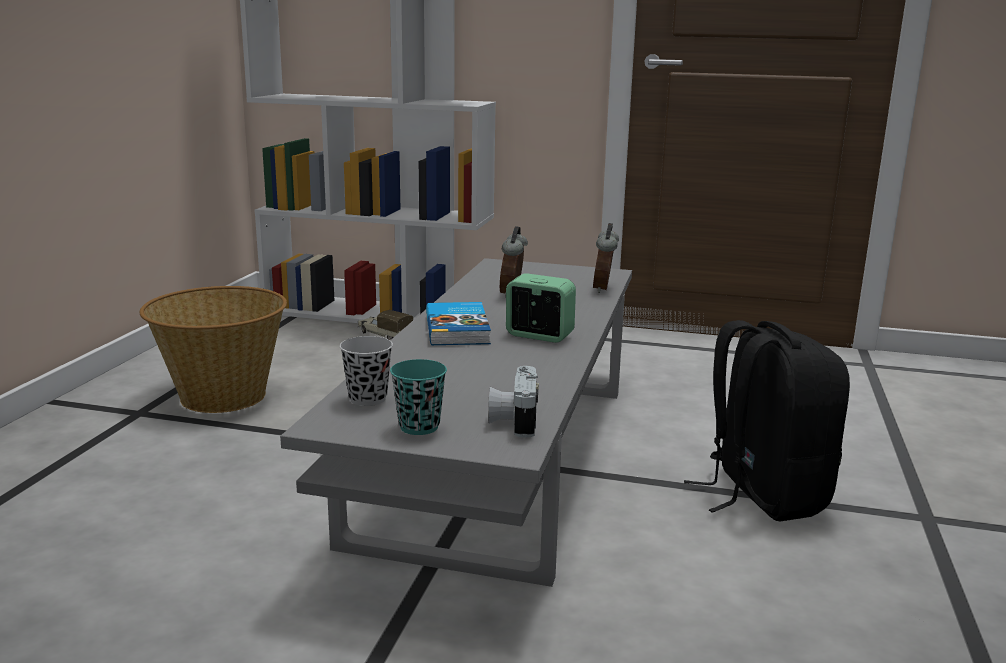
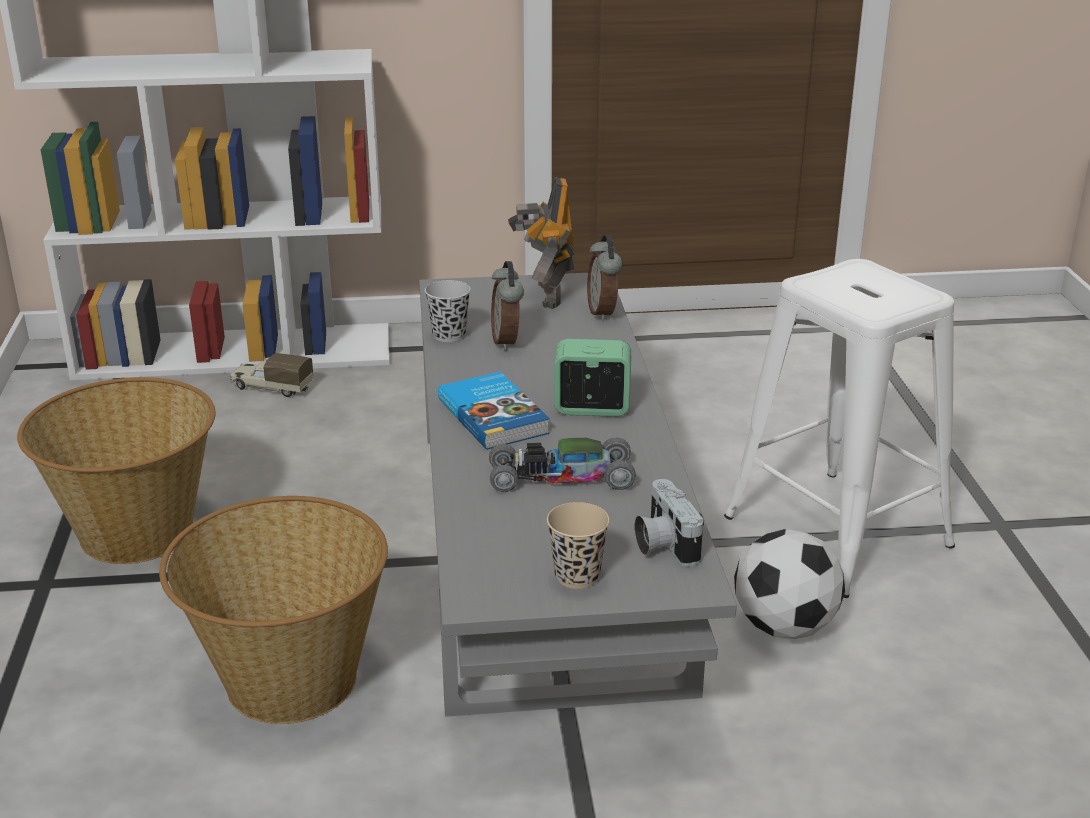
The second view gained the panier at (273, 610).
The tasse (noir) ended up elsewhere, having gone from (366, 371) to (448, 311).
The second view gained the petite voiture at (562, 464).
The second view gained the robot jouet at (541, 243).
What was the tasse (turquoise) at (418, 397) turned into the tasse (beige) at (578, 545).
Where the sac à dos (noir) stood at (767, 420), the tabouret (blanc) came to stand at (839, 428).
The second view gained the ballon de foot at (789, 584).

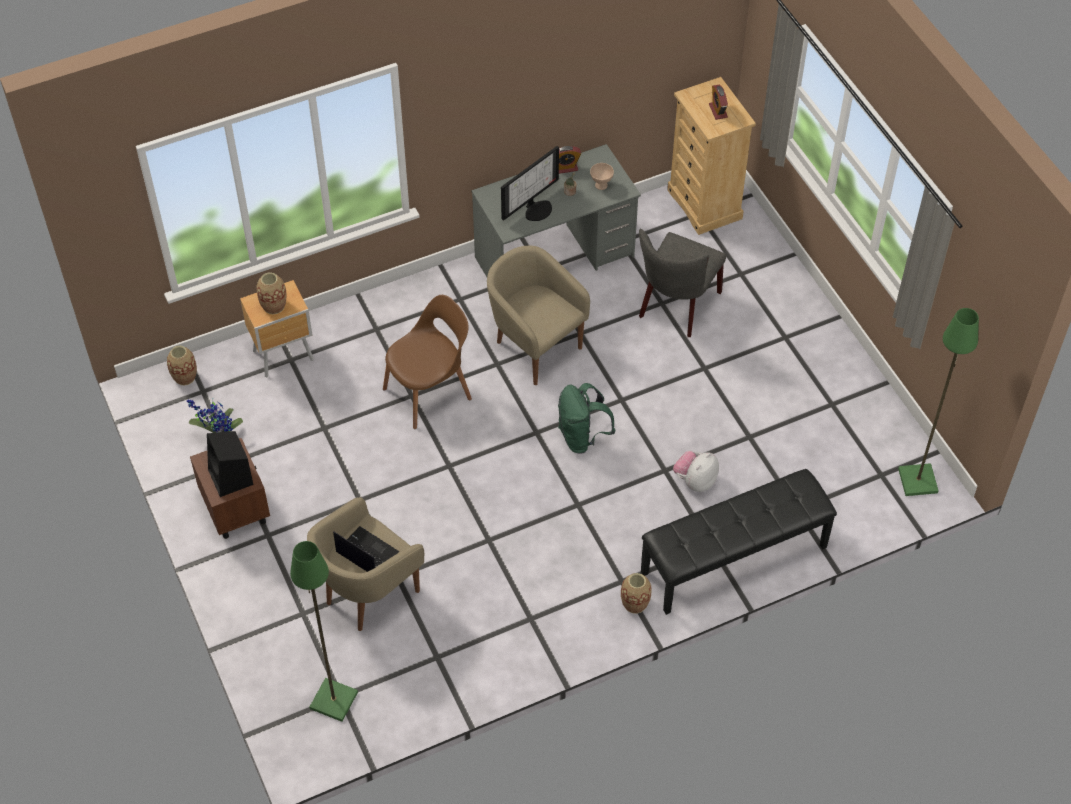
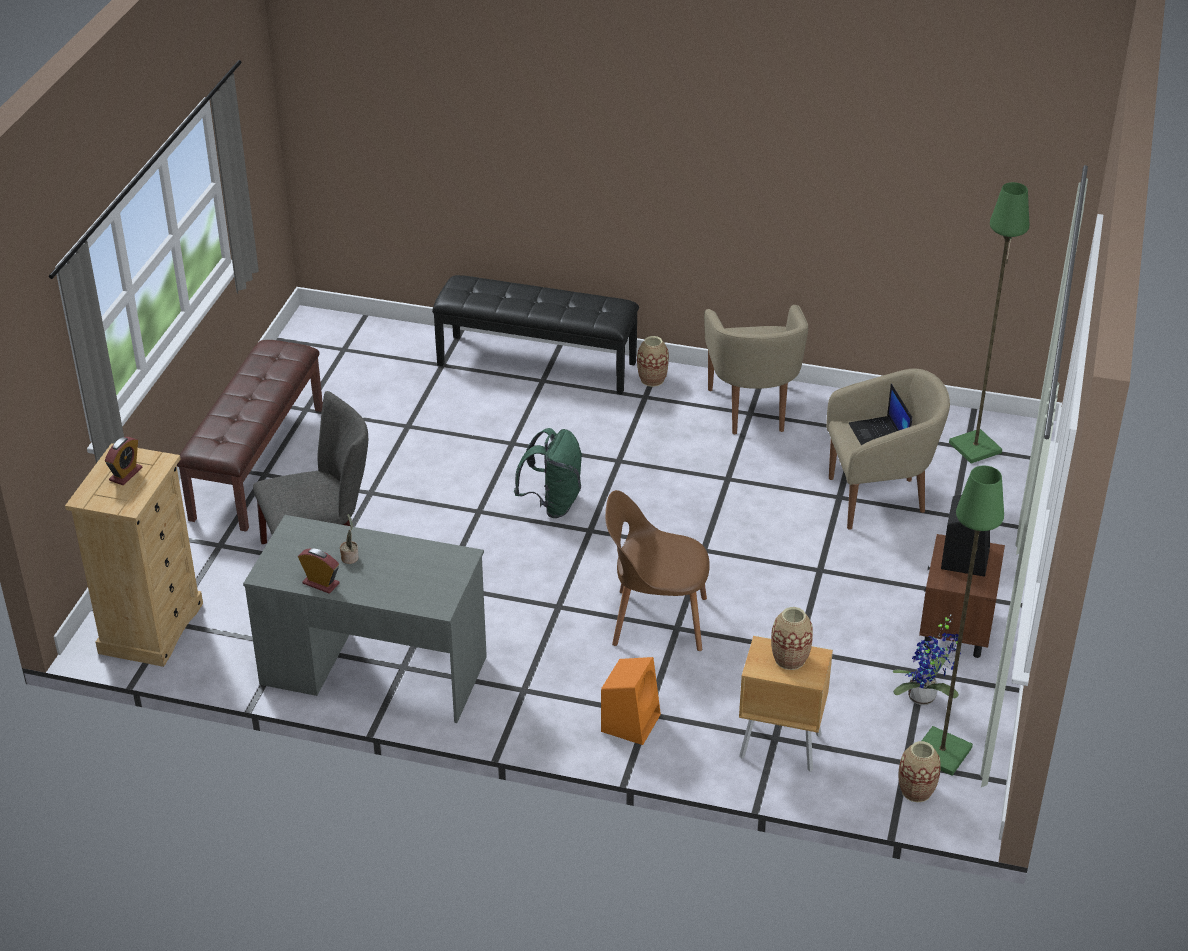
The second view gained the banc (marron) at (250, 436).
The second view gained the enceinte (orange) at (631, 701).
The fauteuil (beige) ended up elsewhere, having gone from (538, 315) to (756, 369).
The lampadaire (vert) ended up elsewhere, having gone from (938, 402) to (963, 621).
The second view lost the écran d'ordinateur at (530, 183).
The second view lost the bol (beige) at (602, 176).
The second view lost the peluche at (696, 471).

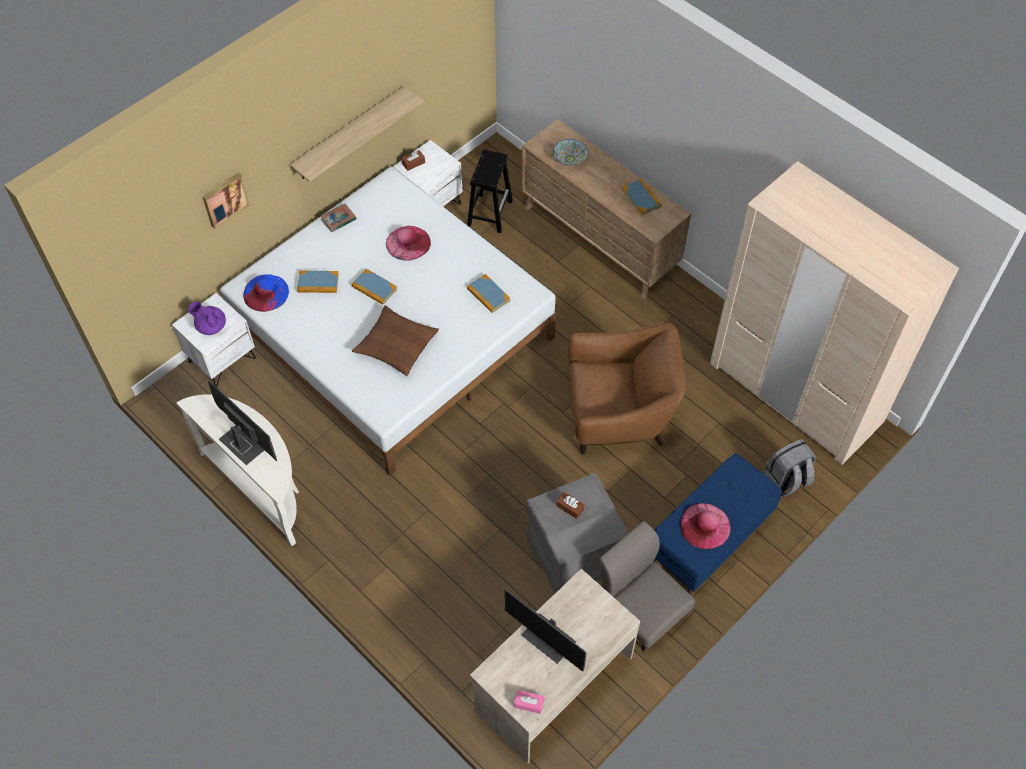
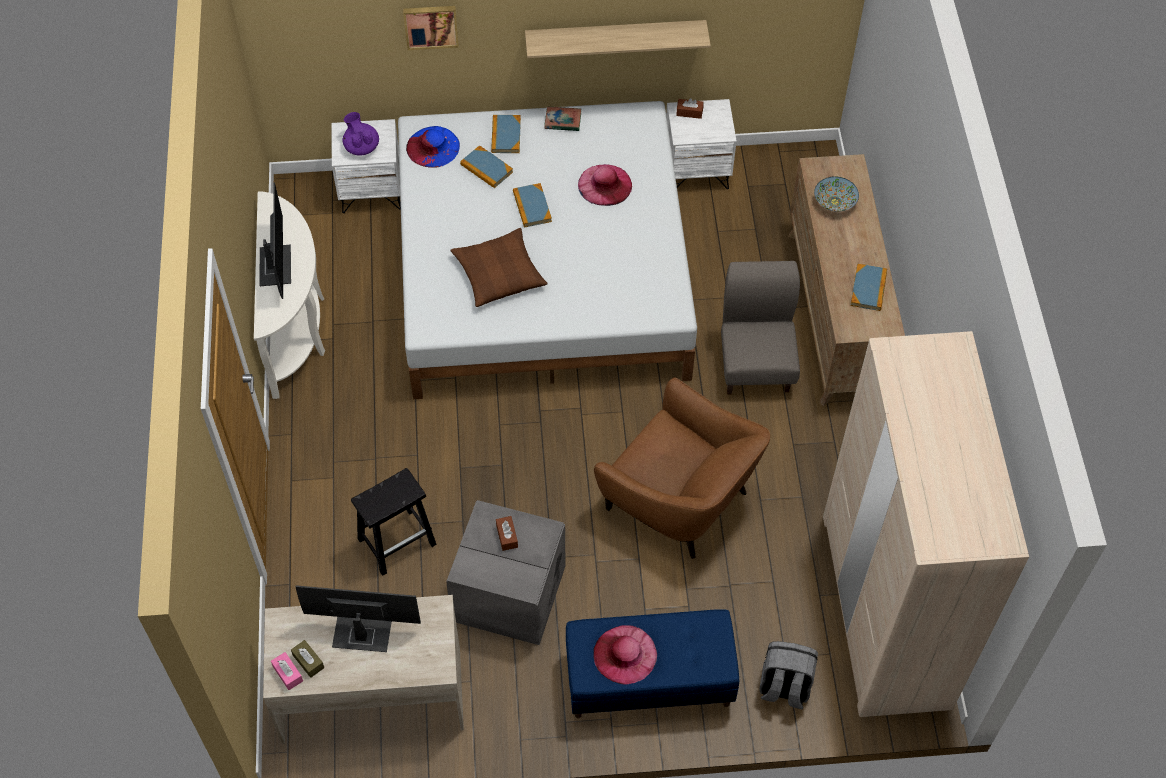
The second view gained the boîte à mouchoirs (marron) at (307, 659).
The écran d'ordinateur at (545, 630) ended up facing another way, 105 degrees clockwise from before.
The tabouret (noir) ended up elsewhere, having gone from (490, 191) to (394, 522).
The livre ended up elsewhere, having gone from (488, 293) to (506, 134).
The chaise (gris) ended up elsewhere, having gone from (647, 586) to (760, 328).

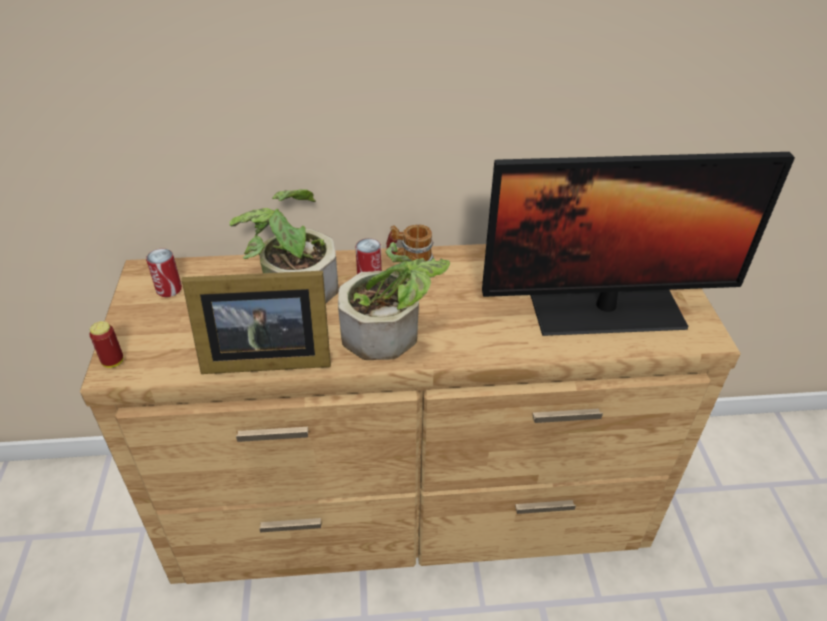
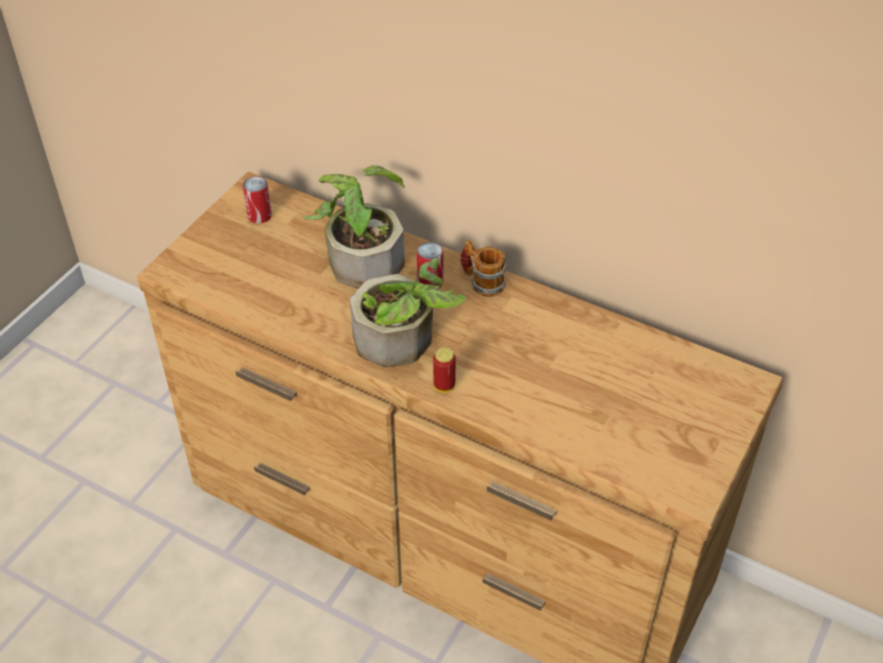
The boîte métallique ended up elsewhere, having gone from (107, 344) to (444, 370).
The second view lost the cadre photo at (256, 322).
The second view lost the écran d'ordinateur at (638, 244).

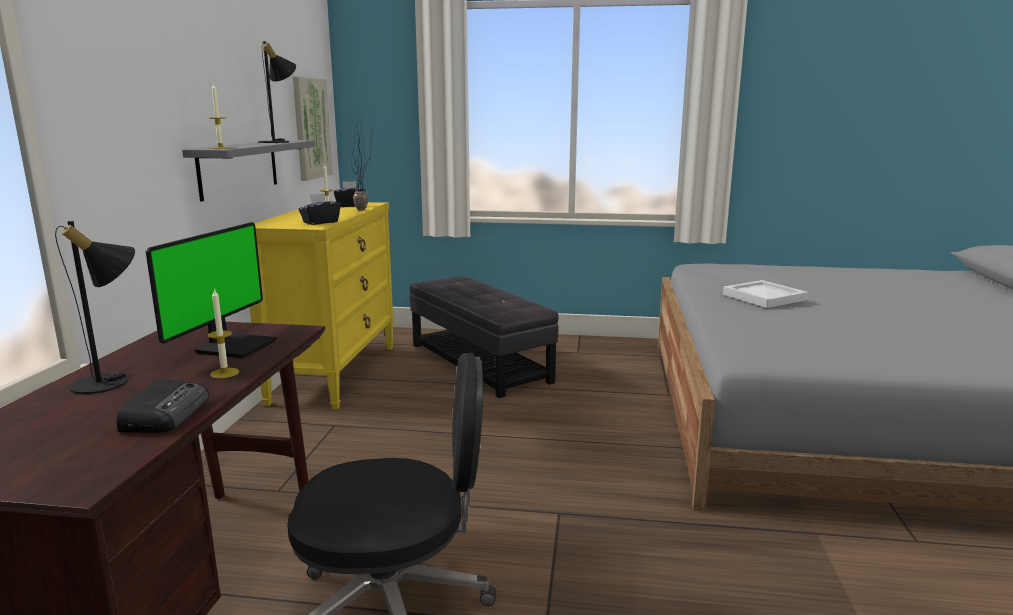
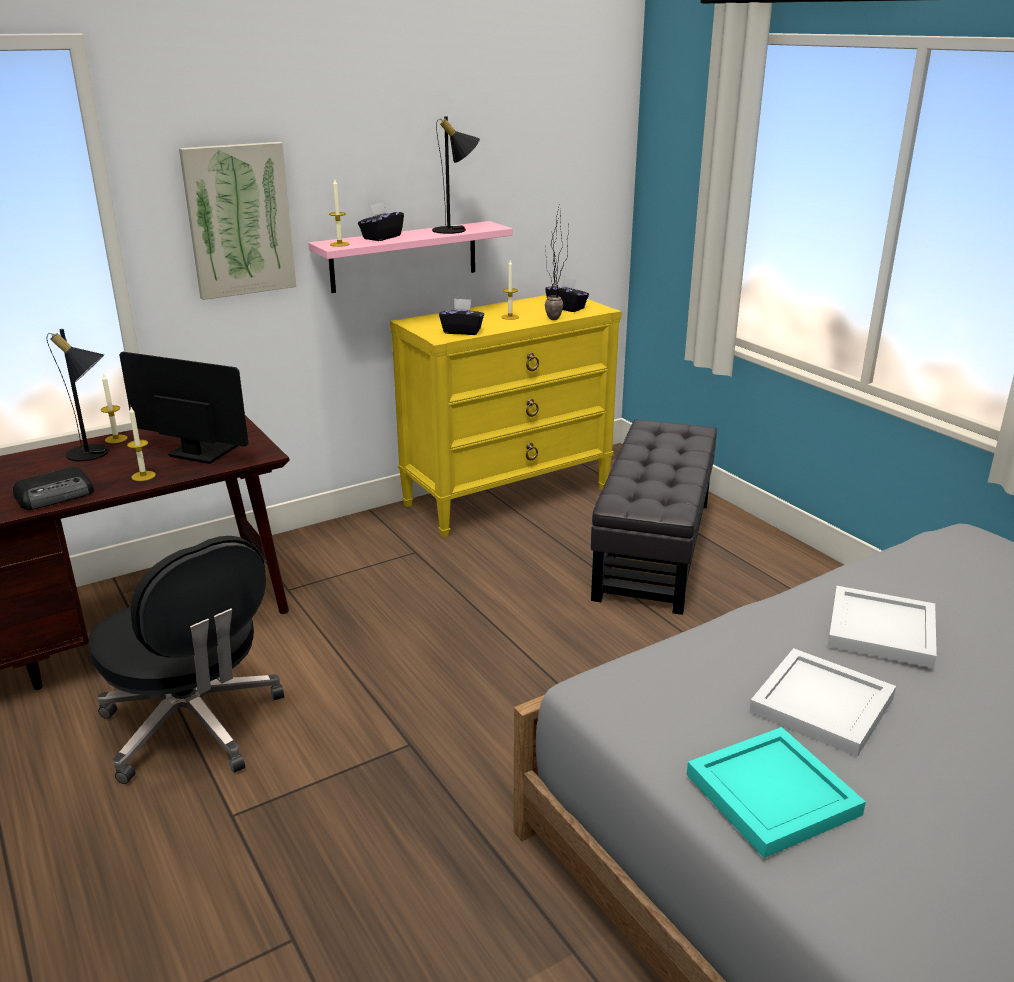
The second view gained the bougie at (114, 409).
The écran d'ordinateur at (211, 290) ended up facing another way, 135 degrees counterclockwise from before.
The tableau ended up elsewhere, having gone from (312, 128) to (237, 221).
What was the étagère (gris) at (248, 171) turned into the étagère (rose) at (410, 257).
The second view gained the boîte à mouchoirs (noir) at (381, 221).
The second view gained the plateau (turquoise) at (776, 792).
The second view gained the plateau (blanc) at (822, 702).

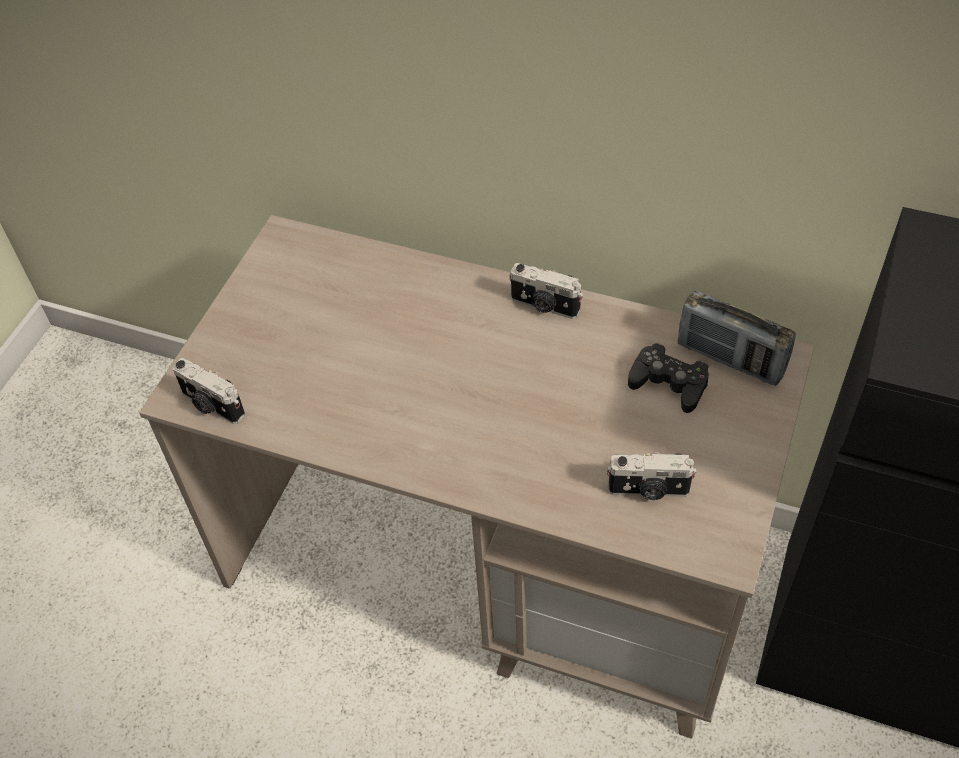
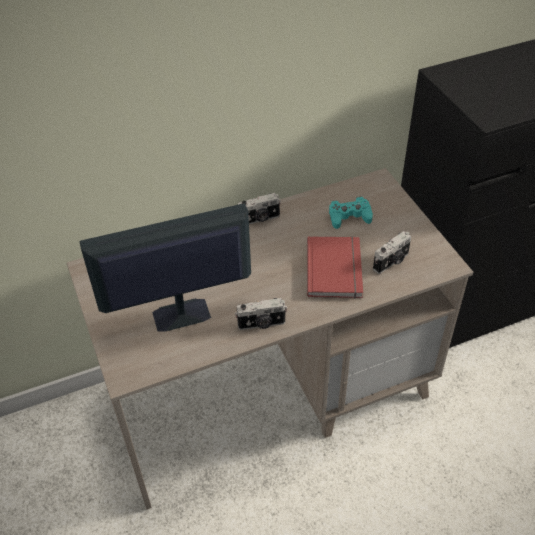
The second view gained the écran d'ordinateur at (165, 267).
The appareil photo ended up elsewhere, having gone from (208, 391) to (261, 314).
The second view gained the livre (rouge) at (335, 268).
What was the manette (noir) at (668, 378) turned into the manette (turquoise) at (351, 213).
The second view lost the radio at (737, 338).

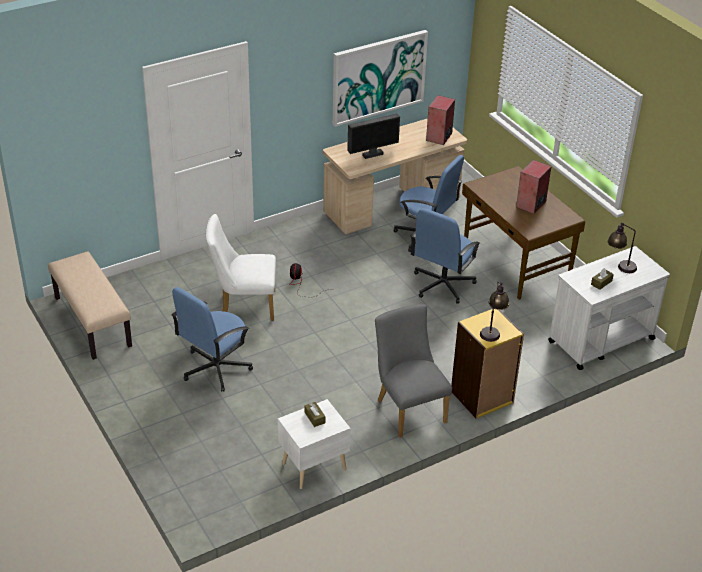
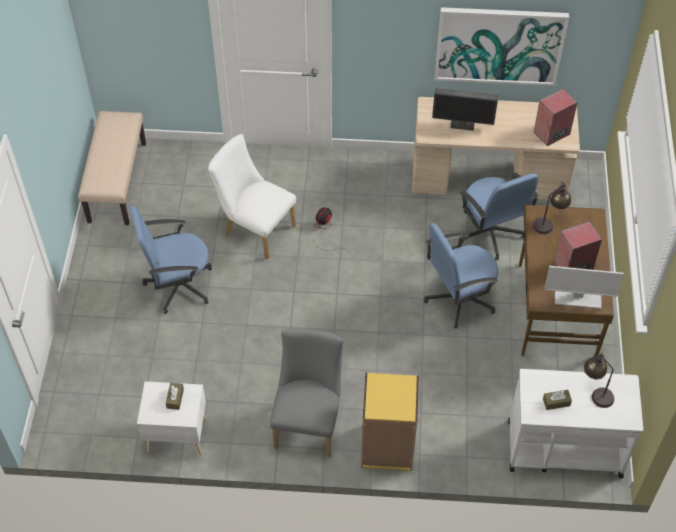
The lampe de table ended up elsewhere, having gone from (494, 312) to (552, 208).
The second view gained the écran d'ordinateur at (584, 287).

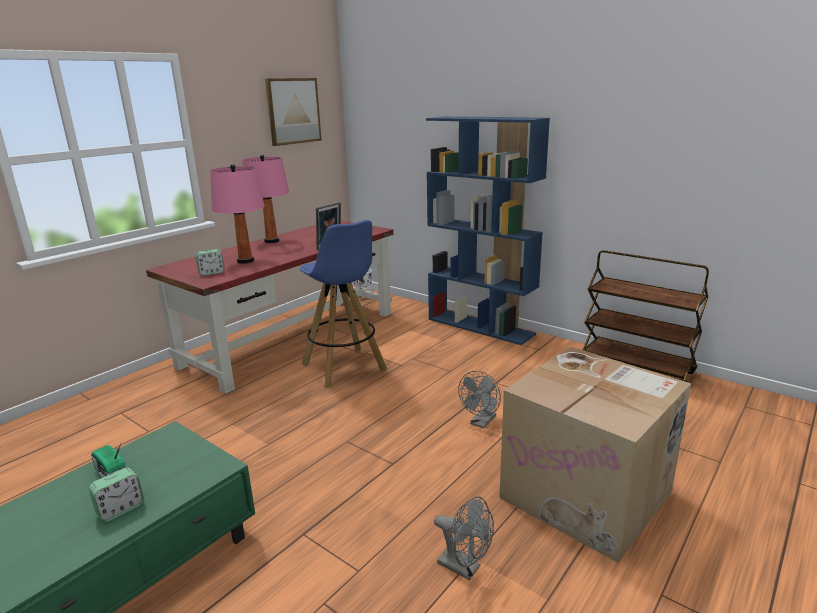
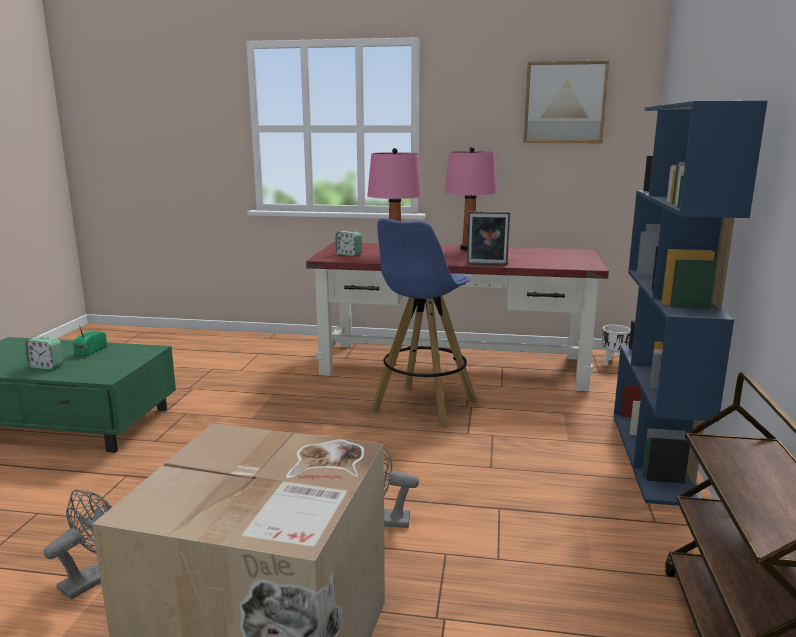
The ventilateur (gris) at (464, 538) ended up facing another way, 150 degrees counterclockwise from before.

